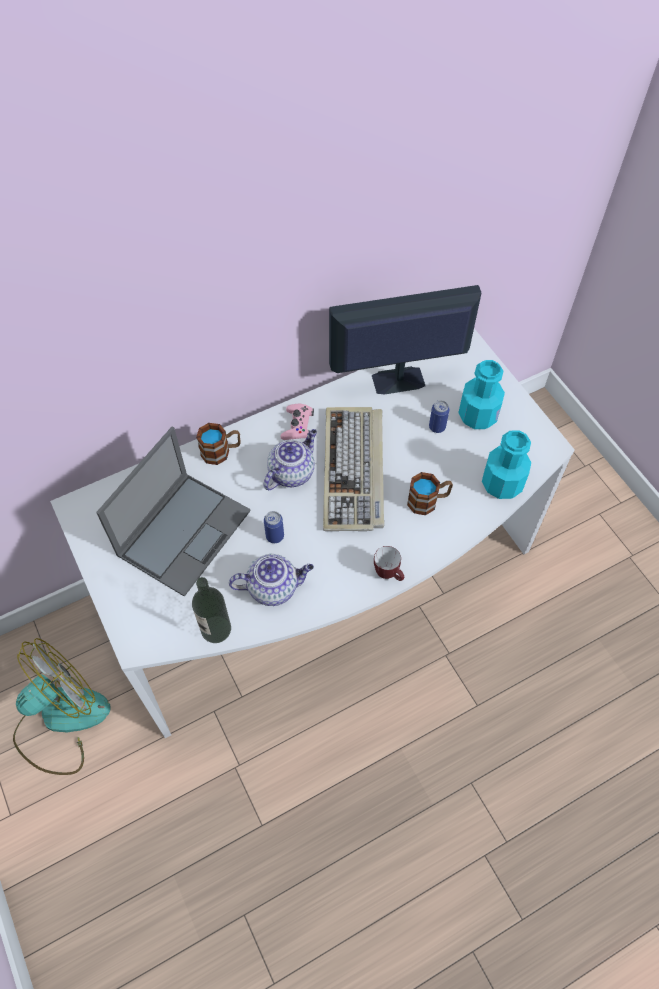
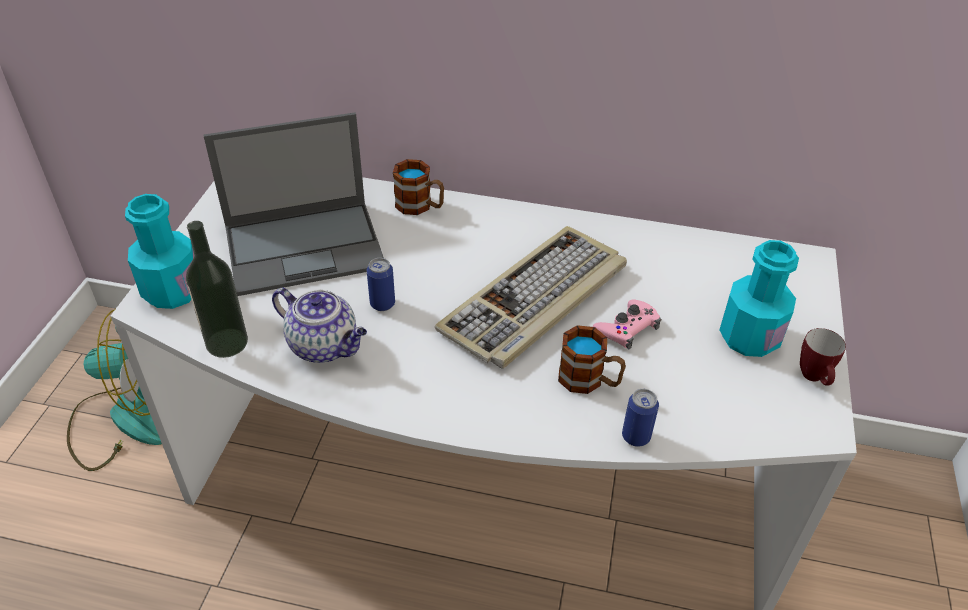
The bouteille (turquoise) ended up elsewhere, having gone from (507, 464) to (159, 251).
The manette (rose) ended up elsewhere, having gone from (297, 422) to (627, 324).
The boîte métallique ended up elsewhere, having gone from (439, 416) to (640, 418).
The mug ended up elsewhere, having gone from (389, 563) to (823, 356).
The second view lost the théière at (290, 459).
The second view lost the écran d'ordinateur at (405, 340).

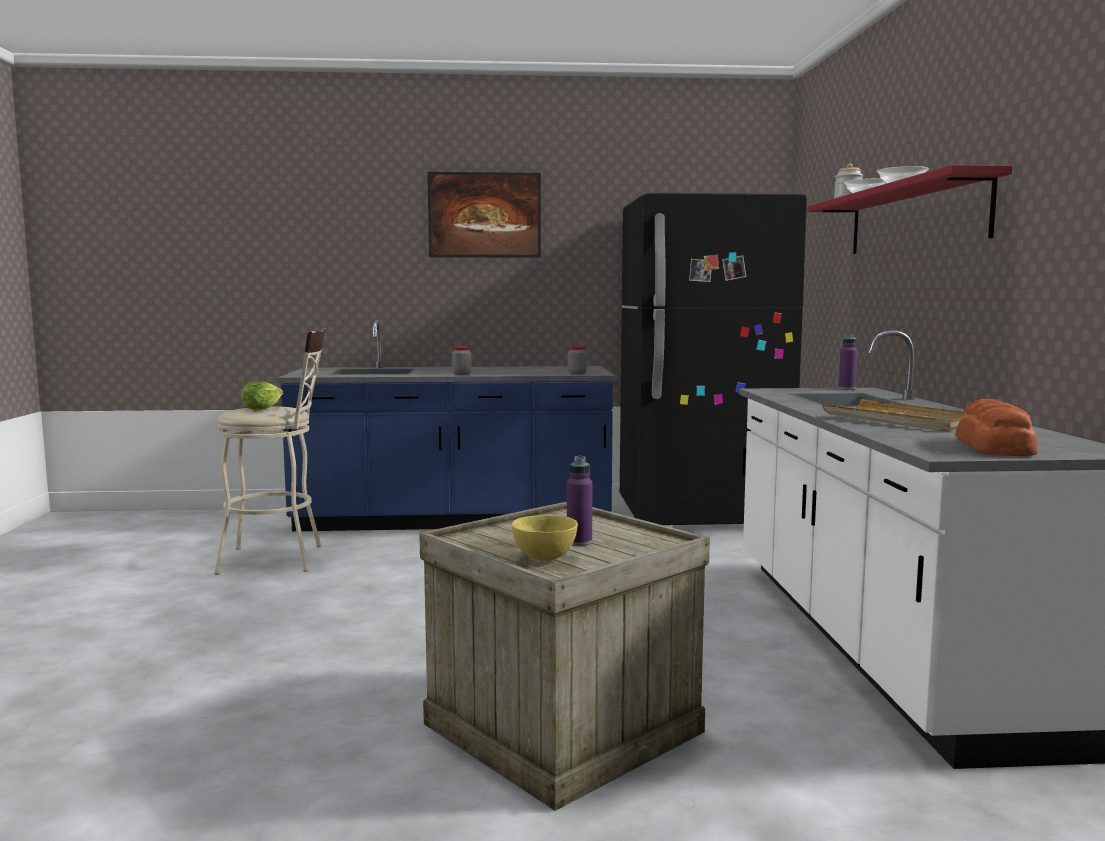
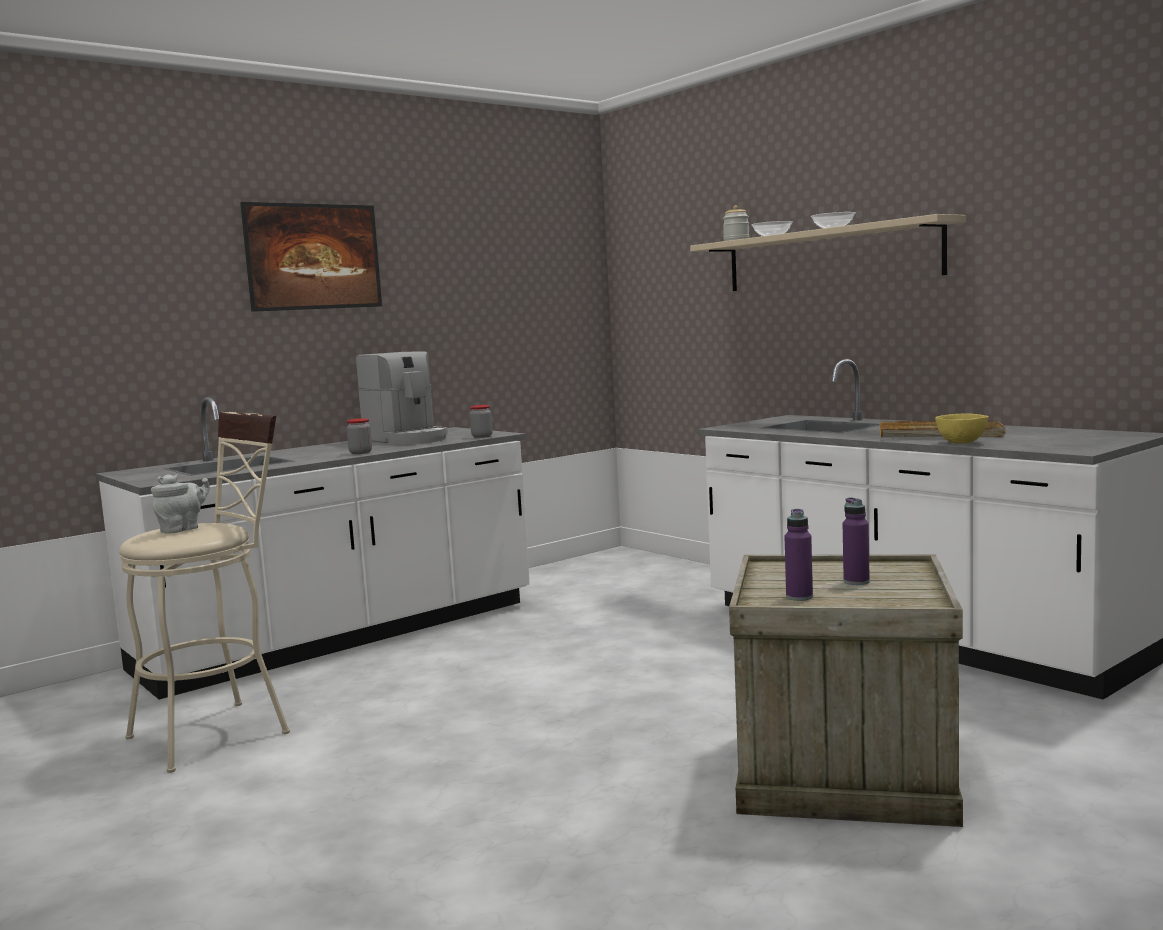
What was the comptoir de cuisine (bleu) at (446, 426) turned into the comptoir de cuisine (blanc) at (313, 548).
Where the laitue stood at (261, 395), the théière (gris) came to stand at (180, 504).
The second view gained the machine à café at (402, 398).
What was the étagère (rouge) at (910, 209) turned into the étagère (beige) at (828, 252).
The bouteille (violet) ended up elsewhere, having gone from (848, 361) to (799, 555).
The bol (jaune) ended up elsewhere, having gone from (544, 538) to (962, 429).
The second view lost the réfrigérateur (noir) at (713, 359).
The second view lost the pain at (996, 427).

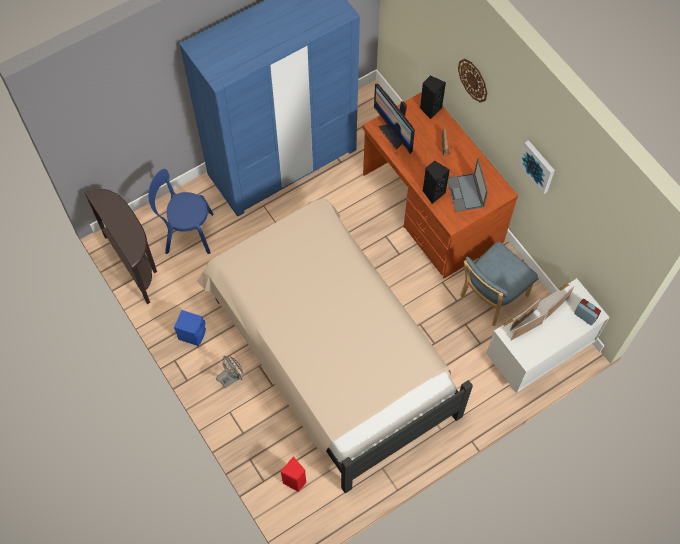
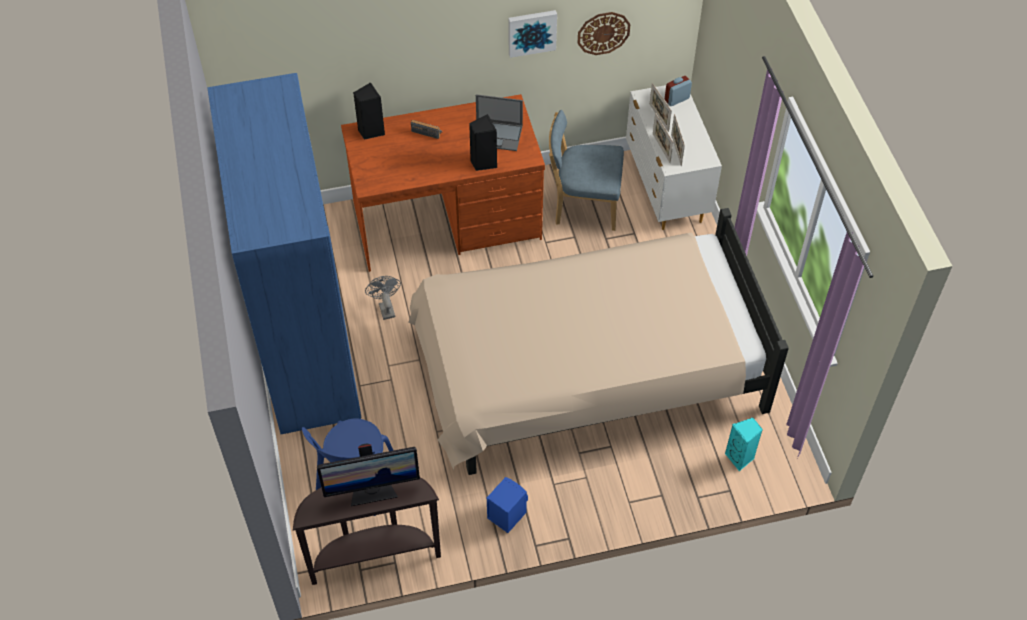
The écran d'ordinateur ended up elsewhere, having gone from (394, 119) to (368, 474).
The ventilateur (gris) ended up elsewhere, having gone from (229, 372) to (383, 298).
The chaise (bleu) at (499, 284) ended up facing another way, 120 degrees clockwise from before.
The horloge murale ended up elsewhere, having gone from (472, 81) to (604, 33).
What was the enceinte (rouge) at (293, 474) turned into the enceinte (turquoise) at (744, 444).

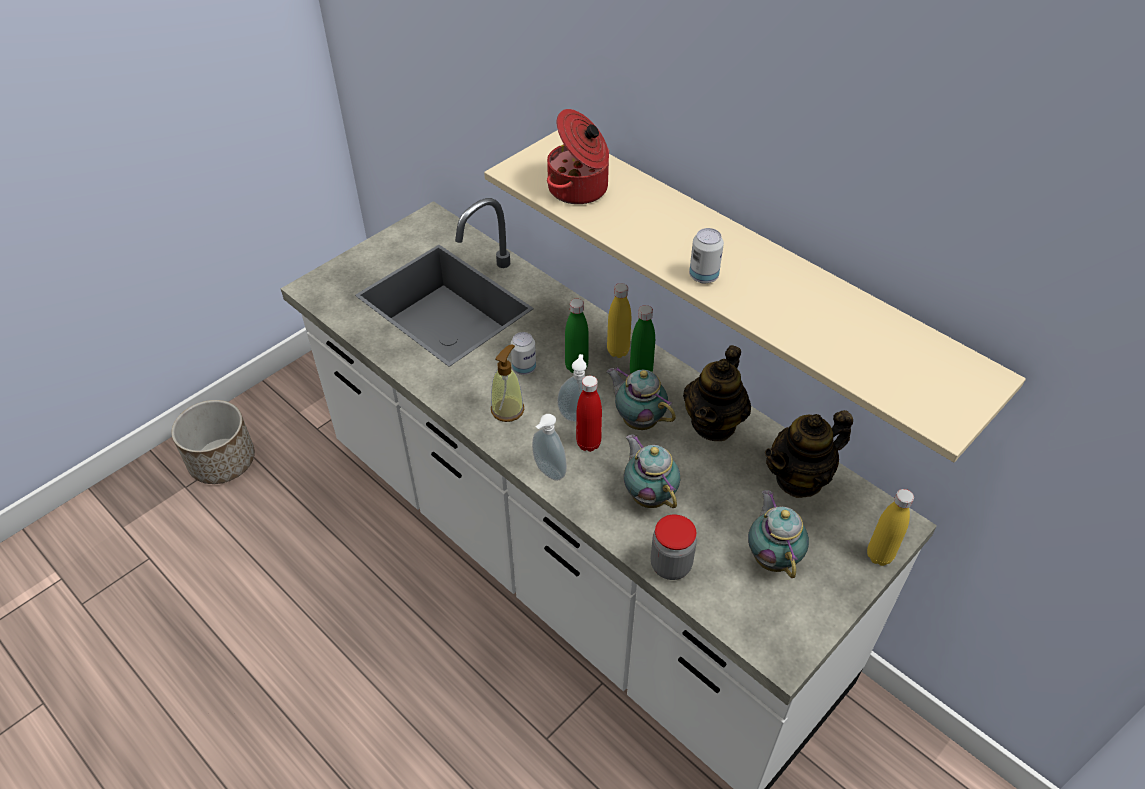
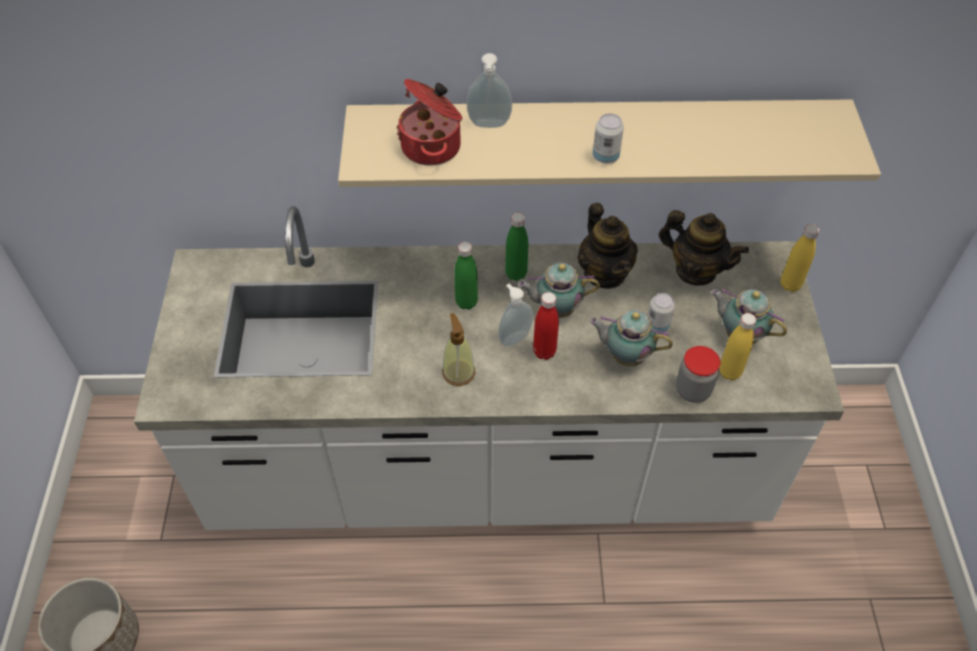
The distributeur de savon ended up elsewhere, having gone from (549, 447) to (489, 90).
The boîte métallique ended up elsewhere, having gone from (523, 353) to (661, 312).
The théière at (809, 454) ended up facing another way, 75 degrees counterclockwise from before.
The bouteille (jaune) ended up elsewhere, having gone from (619, 320) to (737, 347).

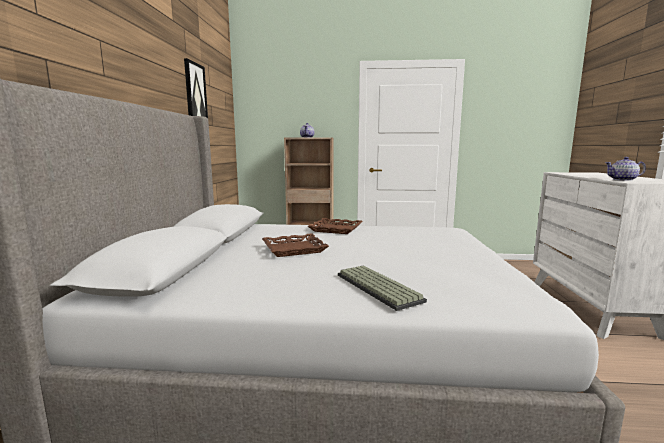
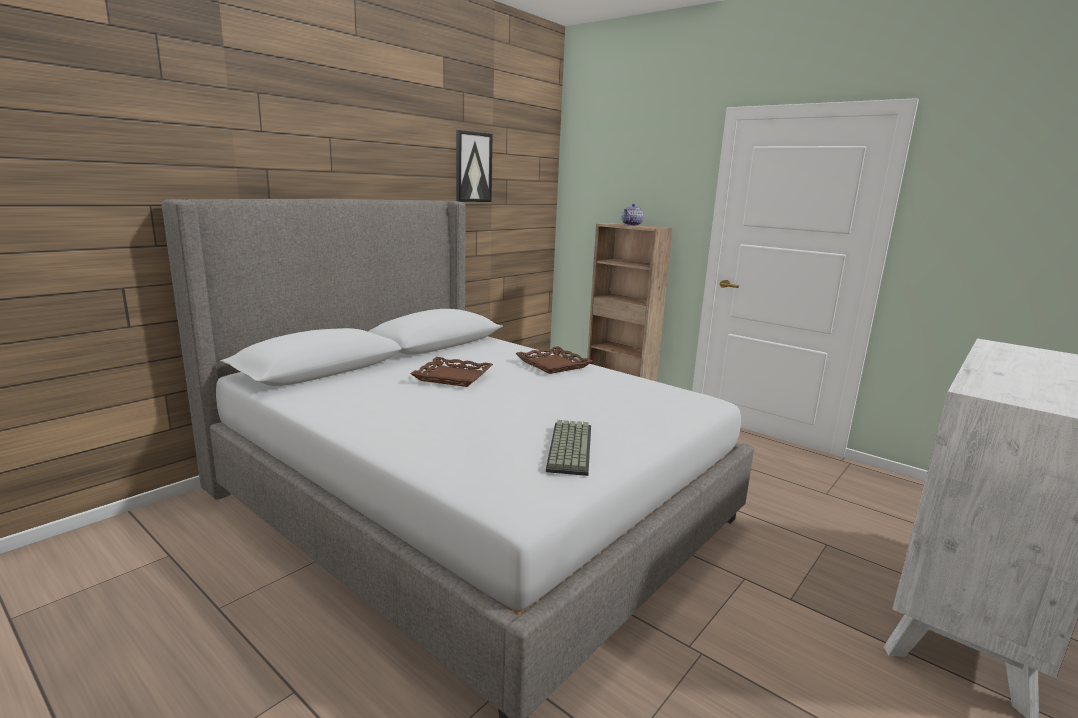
The clavier ended up elsewhere, having gone from (382, 288) to (568, 448).
The second view lost the théière at (625, 169).

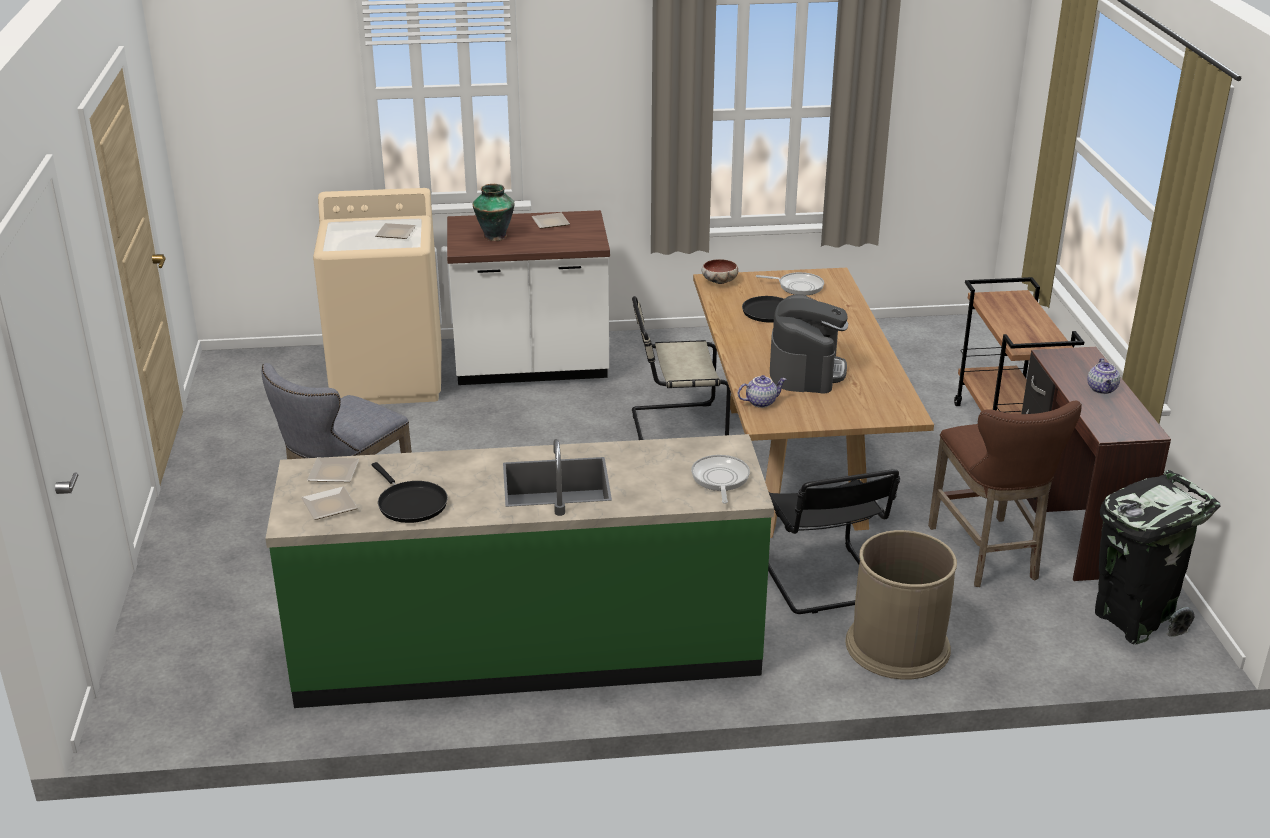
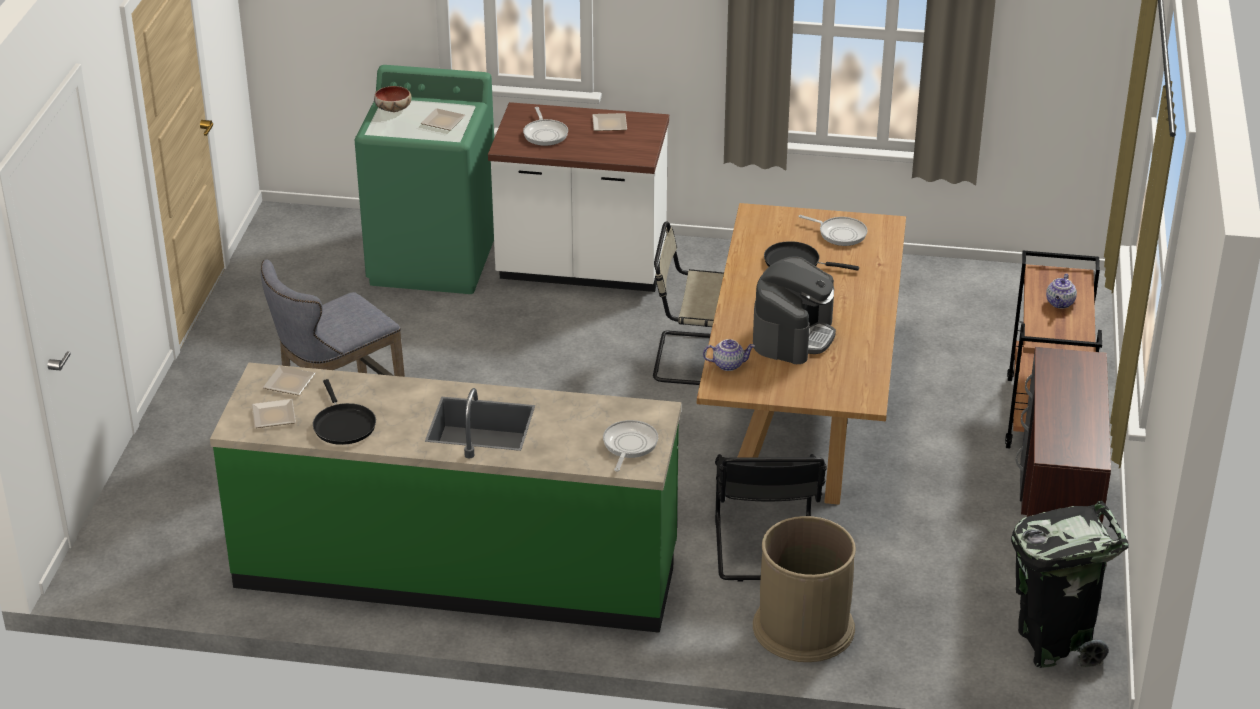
What was the lave-linge (beige) at (377, 296) turned into the lave-linge (vert) at (424, 179).
The bol ended up elsewhere, having gone from (720, 271) to (393, 99).
Where the vase stood at (494, 212), the poêle came to stand at (545, 126).
The théière ended up elsewhere, having gone from (1103, 376) to (1061, 290).
The second view lost the tabouret (marron) at (1005, 494).

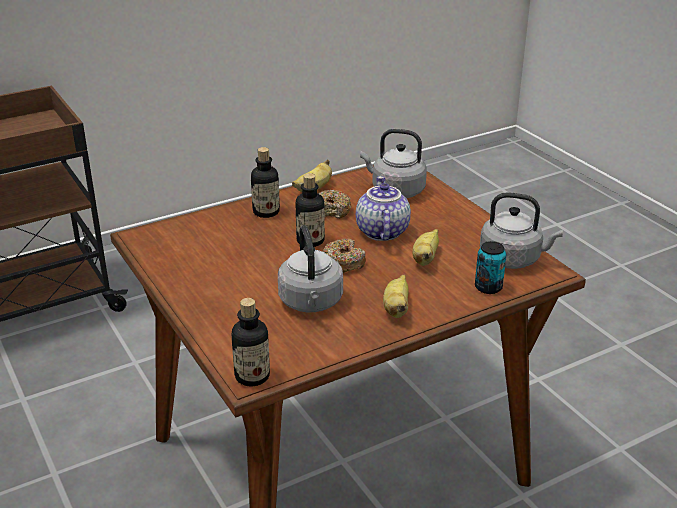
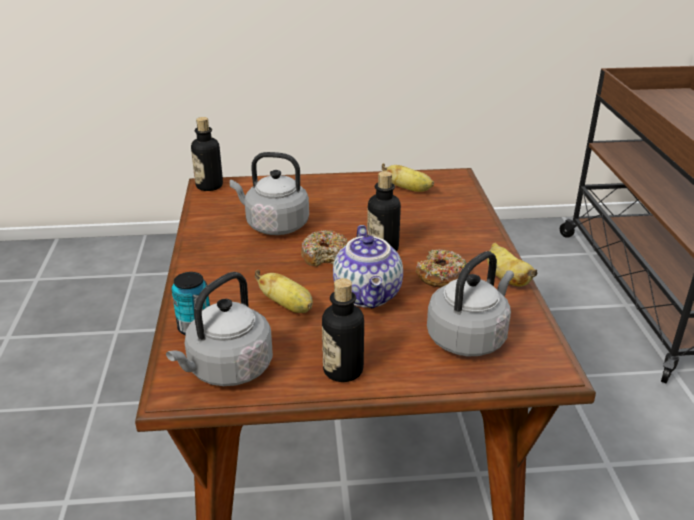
The bouteille ended up elsewhere, having gone from (265, 182) to (343, 330).
The théière at (383, 208) ended up facing another way, 60 degrees clockwise from before.
The banane ended up elsewhere, having gone from (396, 296) to (408, 177).

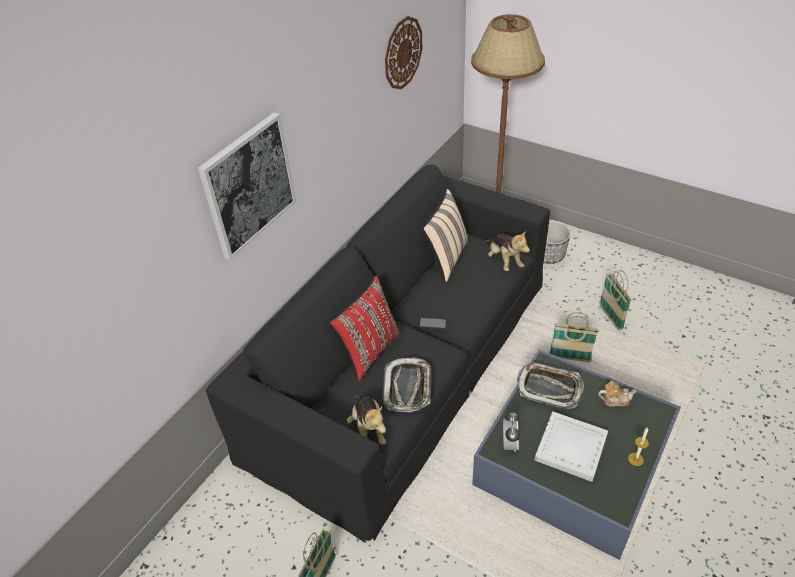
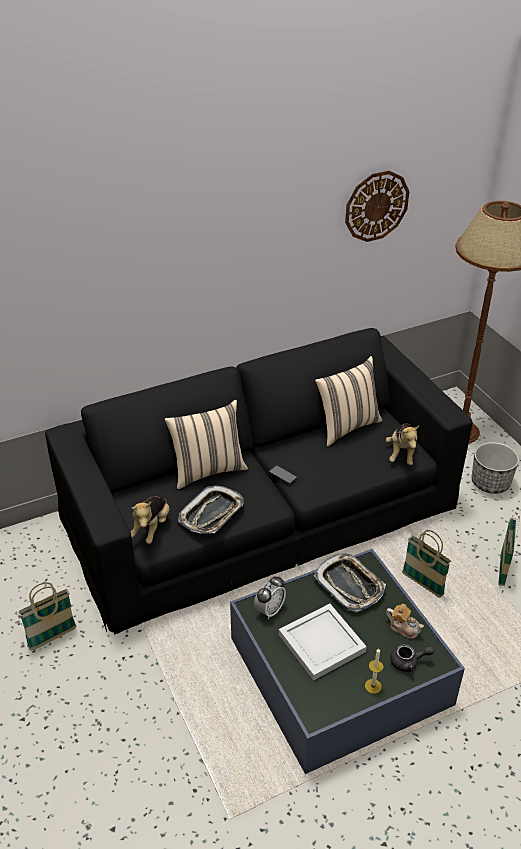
What was the coussin (rouge) at (366, 328) turned into the coussin (beige) at (206, 444).
The second view gained the théière (gris) at (412, 658).
The second view lost the tableau at (247, 186).

